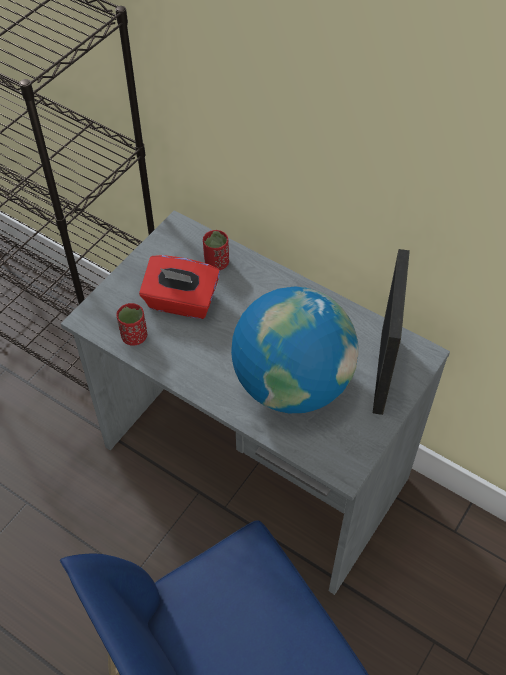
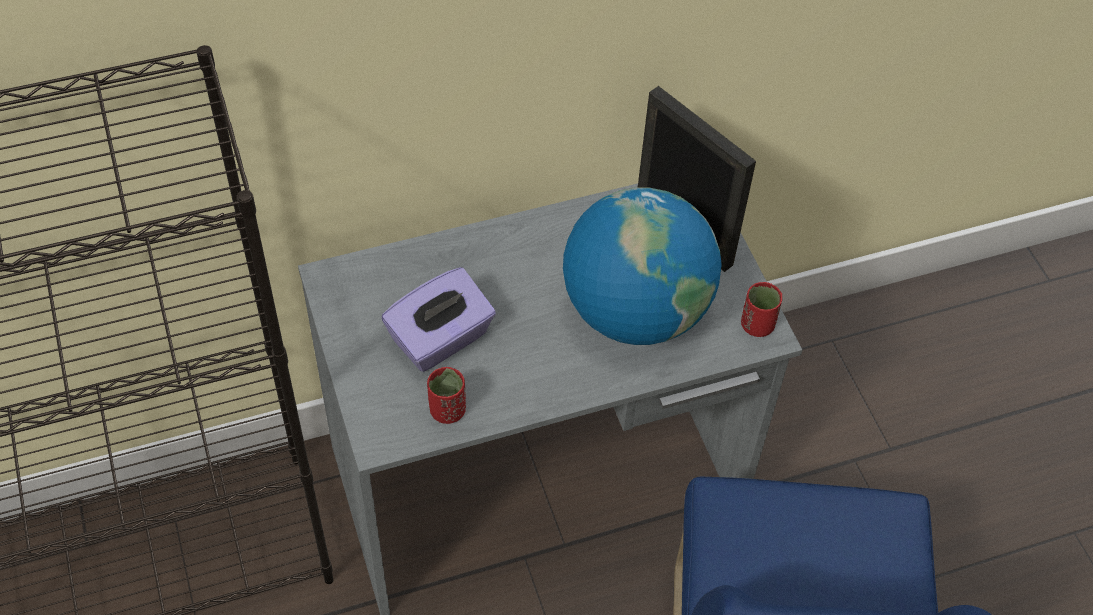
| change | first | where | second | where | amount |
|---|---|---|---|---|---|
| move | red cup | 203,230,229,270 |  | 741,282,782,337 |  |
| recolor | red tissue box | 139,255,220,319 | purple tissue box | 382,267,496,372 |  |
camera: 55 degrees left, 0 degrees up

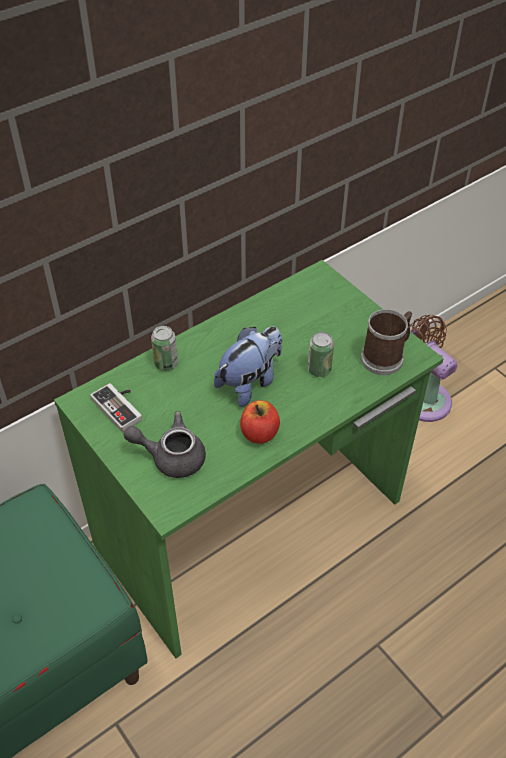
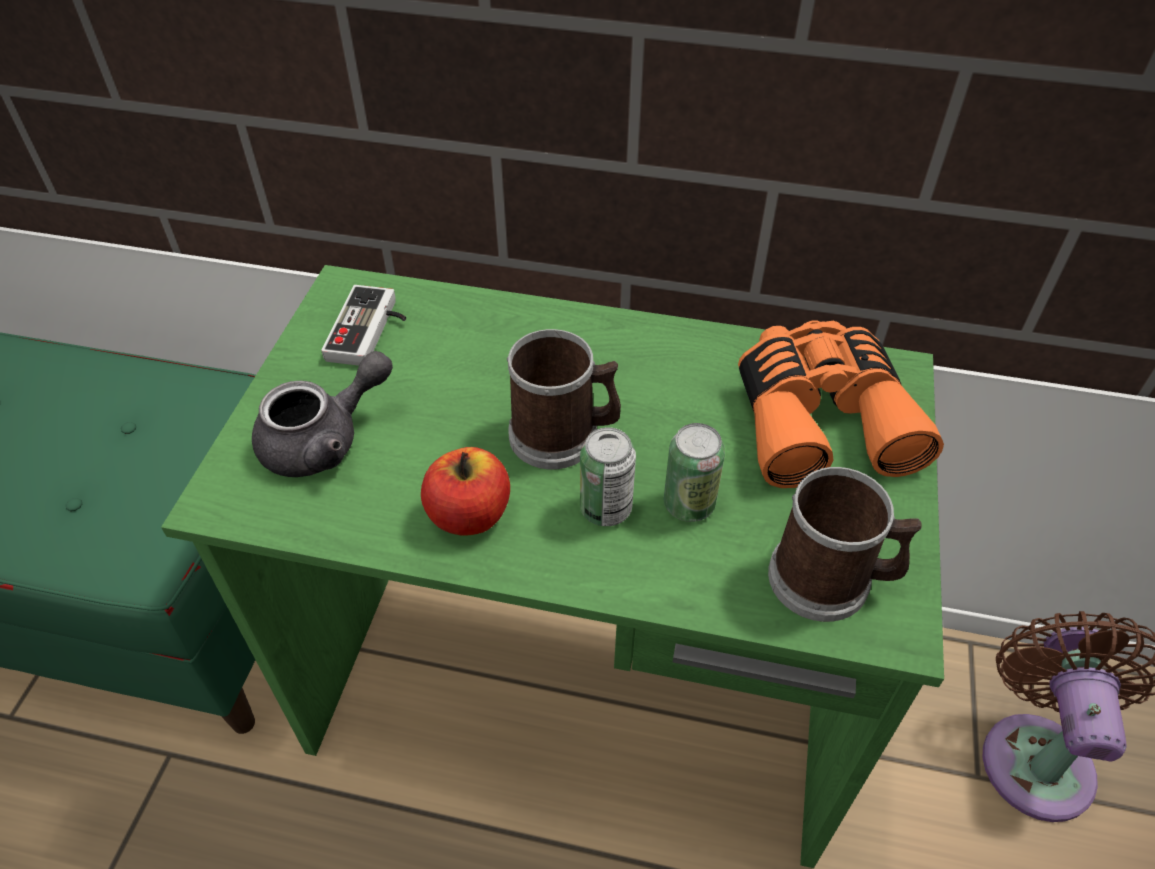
| change | first | where | second | where | amount |
|---|---|---|---|---|---|
| insert |  |  | orange binoculars | 738,320,944,488 |  |
| move | can | 151,326,178,371 |  | 580,427,636,526 |  |
| replace | plush toy | 214,327,282,407 | mug | 507,329,621,469 |  |
| rotate | grey teapot | 124,411,206,478 |  | 252,351,393,477 | 90 degrees clockwise |
camera: 50 degrees right, 0 degrees up

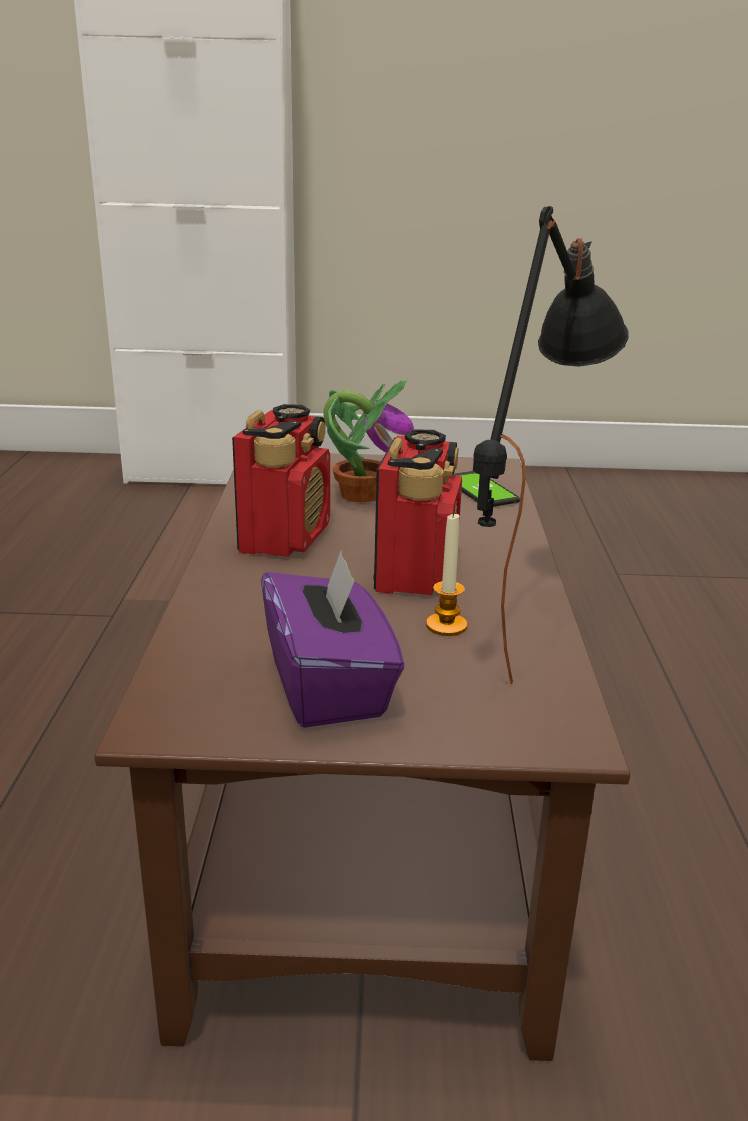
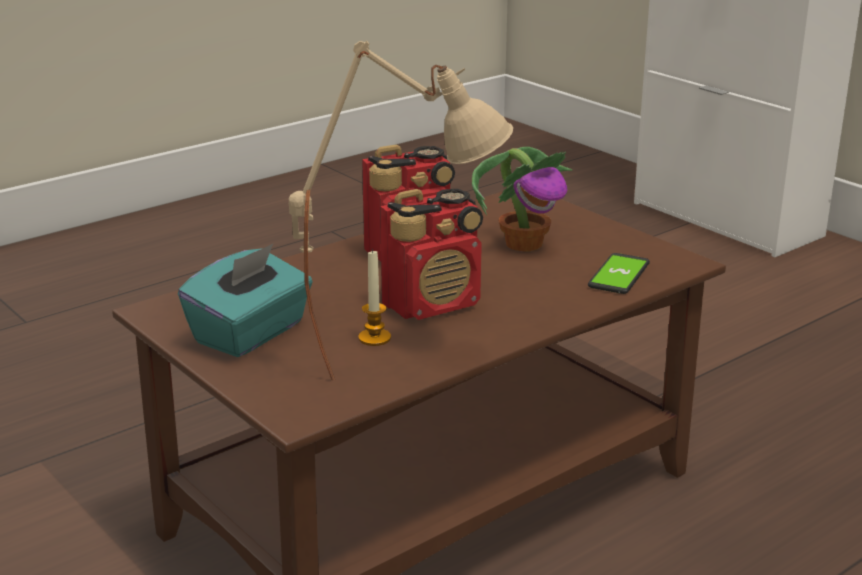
| change | first | where | second | where | amount |
|---|---|---|---|---|---|
| recolor | purple tissue box | 261,549,404,728 | turquoise tissue box | 178,244,313,357 |  |
| recolor | black table lamp | 473,206,628,684 | beige table lamp | 289,41,513,380 |  |
camera: 50 degrees right, 0 degrees up

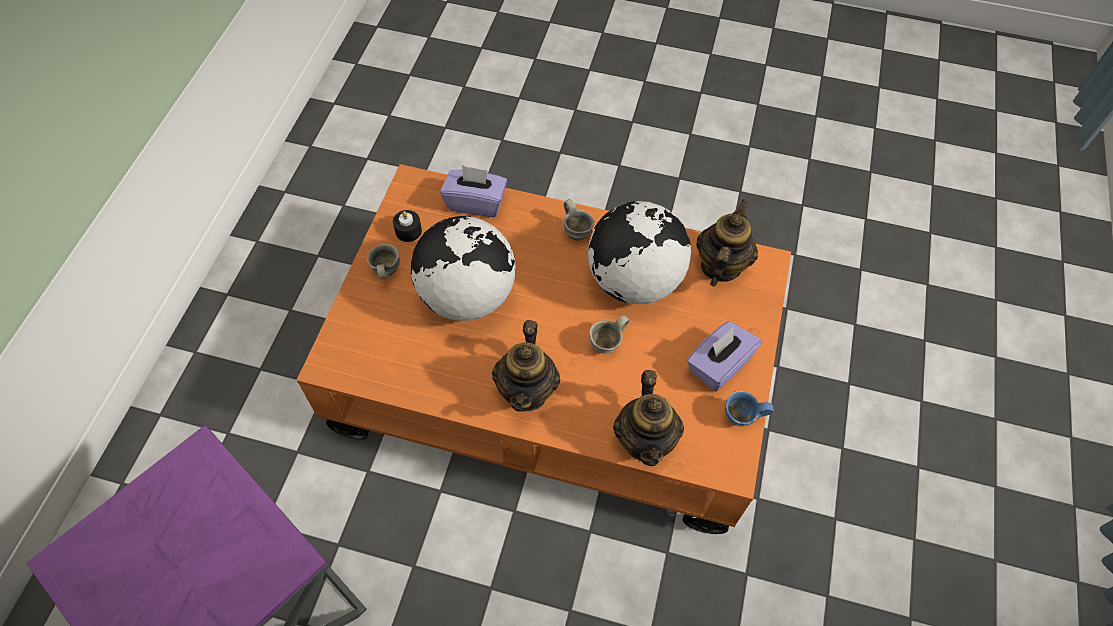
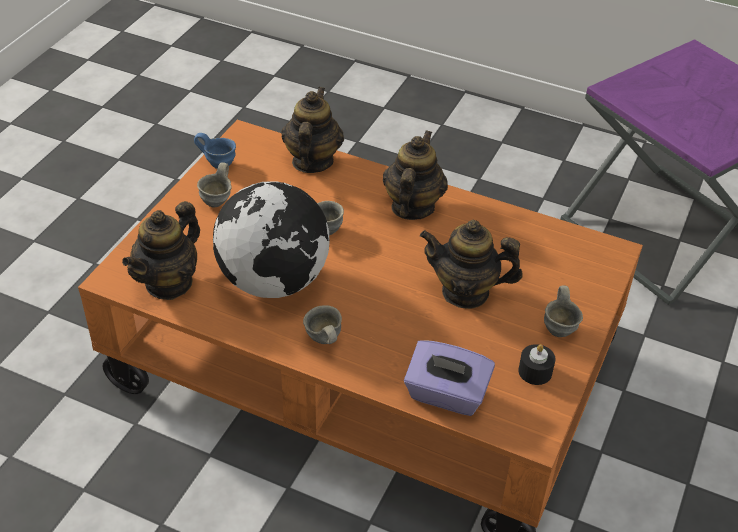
| change | first | where | second | where | amount |
|---|---|---|---|---|---|
| replace | globe | 411,216,516,321 | teapot | 420,220,523,309 |  |
| replace | purple tissue box | 687,321,762,392 | grey mug | 197,162,232,208 |  |
camera: 170 degrees left, 15 degrees down

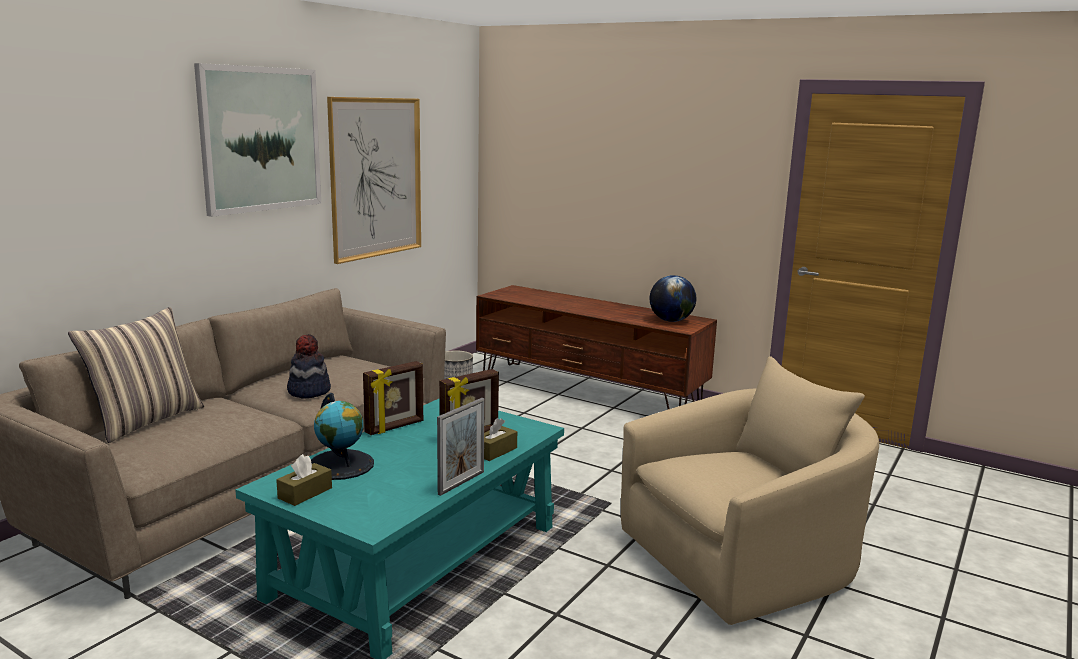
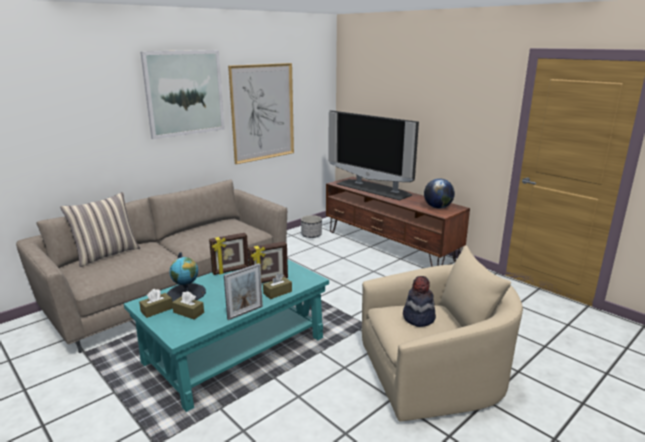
| change | first | where | second | where | amount |
|---|---|---|---|---|---|
| insert |  |  | brown tissue box | 172,291,204,320 |  |
| insert |  |  | television | 328,110,419,200 |  |
| move | hat | 287,334,331,399 |  | 403,276,436,327 |  |
camera: 15 degrees right, 5 degrees up

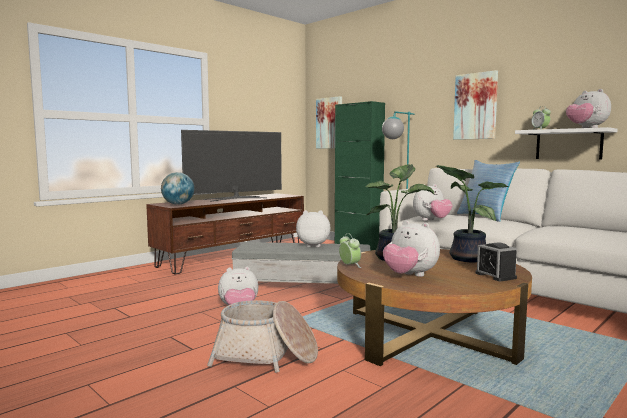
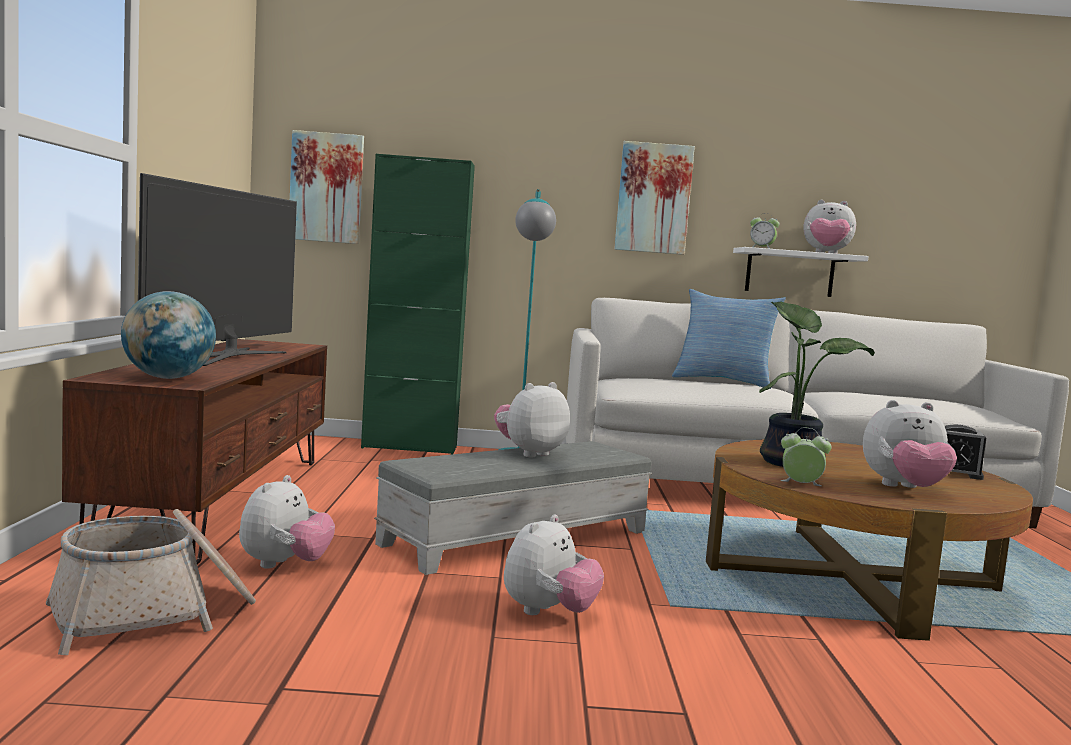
| change | first | where | second | where | amount |
|---|---|---|---|---|---|
| delete | potted plant | 436,165,508,262 |  |  |  |
| move | basket | 207,300,318,373 |  | 46,509,256,655 |  |
| move | plush toy | 413,184,453,221 |  | 239,475,335,569 |  |
camera: 45 degrees left, 0 degrees up

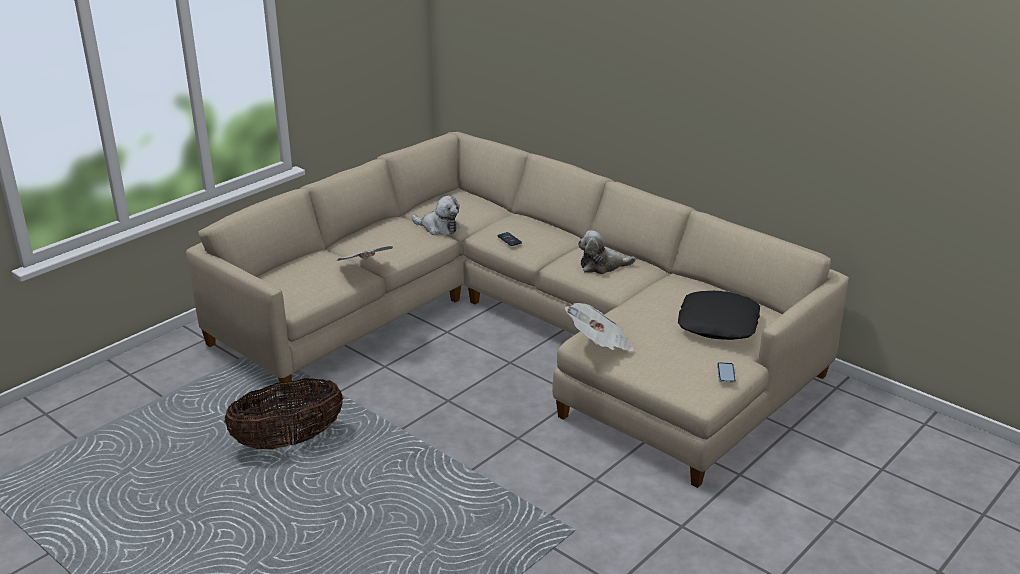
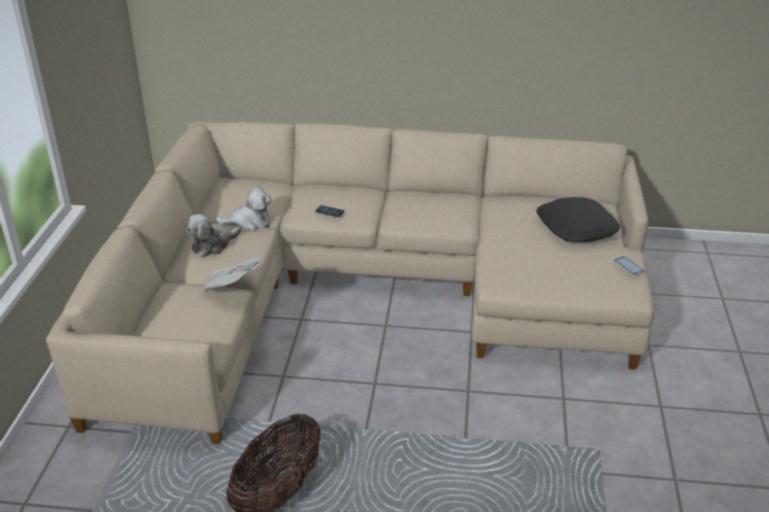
| change | first | where | second | where | amount |
|---|---|---|---|---|---|
| delete | newspaper | 565,303,634,351 |  |  |  |
| move | plush toy | 578,230,636,274 |  | 187,214,241,257 |  |
camera: 35 degrees left, 5 degrees up

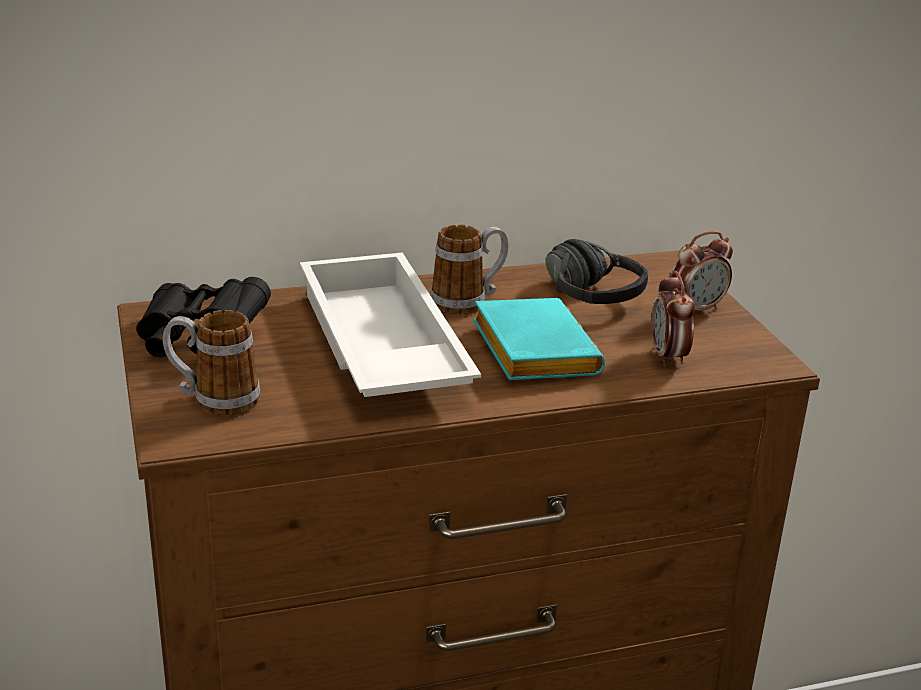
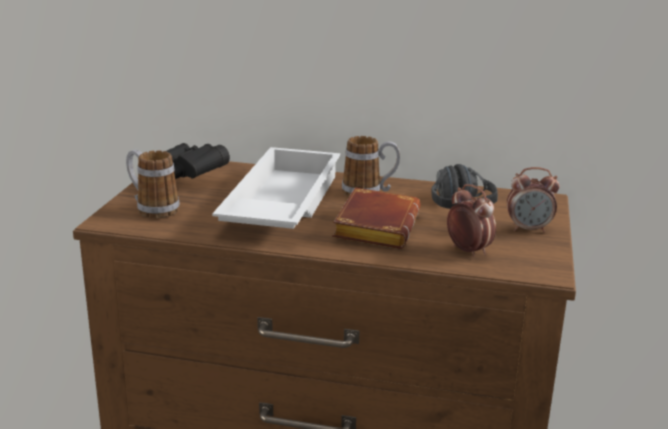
| change | first | where | second | where | amount |
|---|---|---|---|---|---|
| recolor | turquoise book | 473,298,605,380 | brown book | 332,187,420,249 |  |
| rotate | alarm clock | 651,271,695,367 |  | 447,184,496,257 | 120 degrees clockwise |
camera: 30 degrees right, 5 degrees down

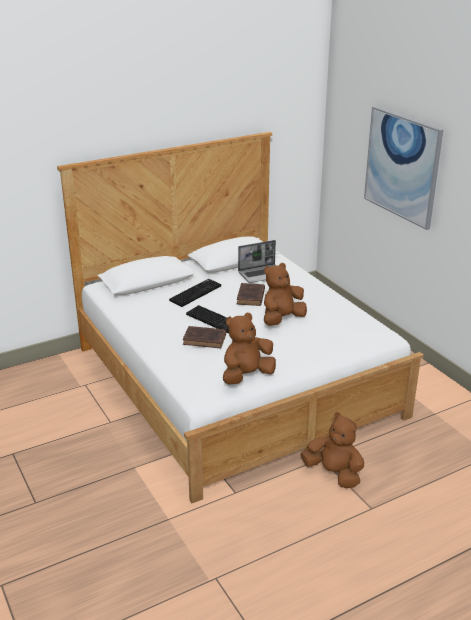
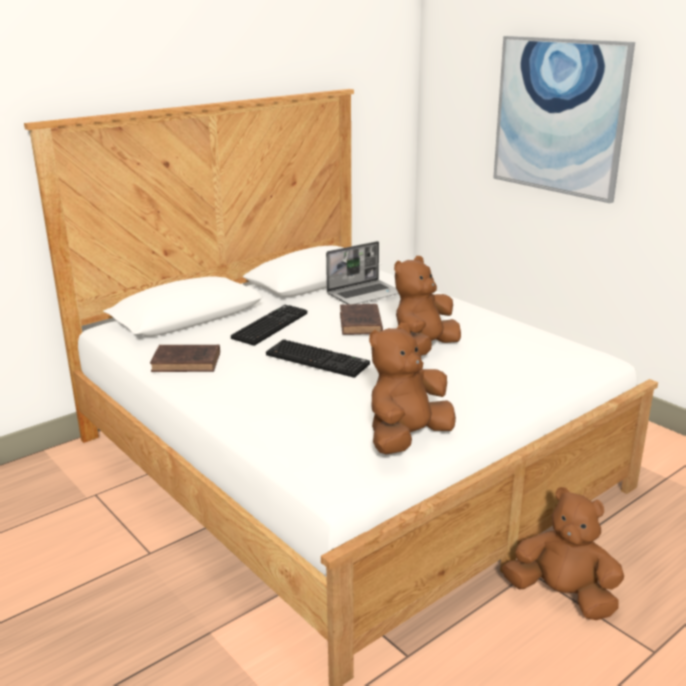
| change | first | where | second | where | amount |
|---|---|---|---|---|---|
| move | brown book | 183,326,226,349 |  | 150,345,220,372 |  |
camera: 10 degrees left, 5 degrees down

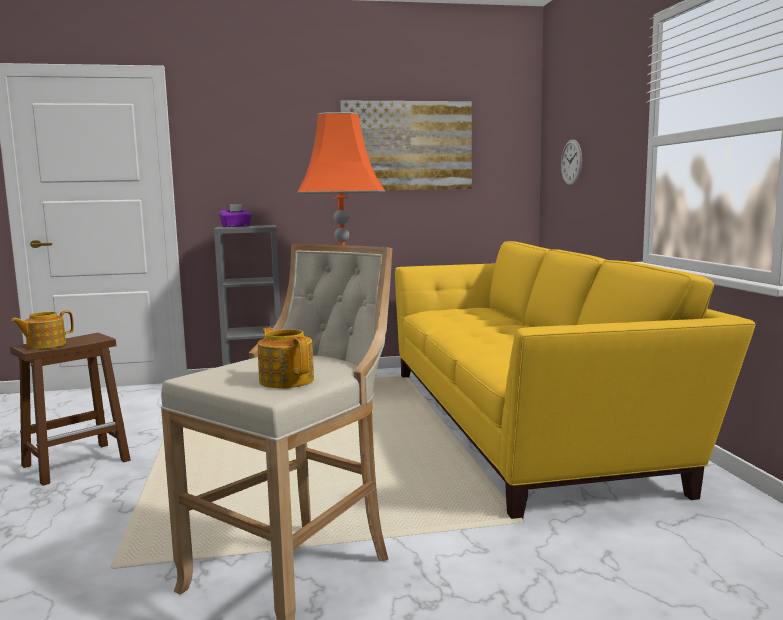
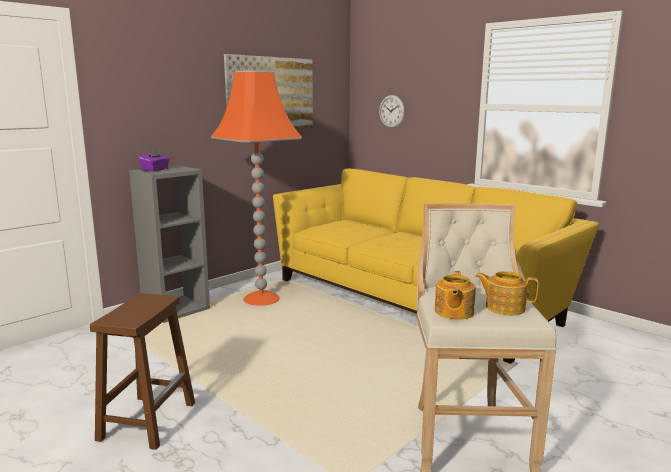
| change | first | where | second | where | amount |
|---|---|---|---|---|---|
| move | teapot | 11,311,74,349 |  | 435,271,476,320 |  |
camera: 35 degrees left, 5 degrees up

